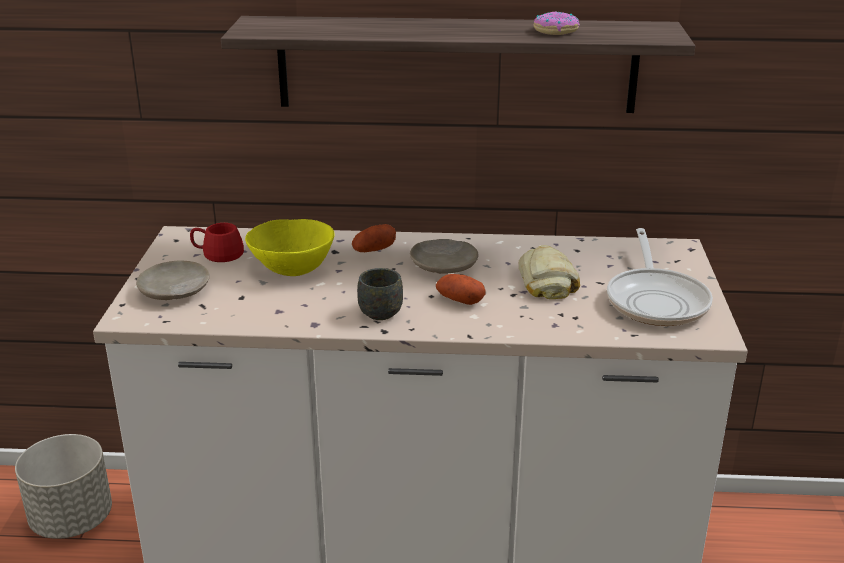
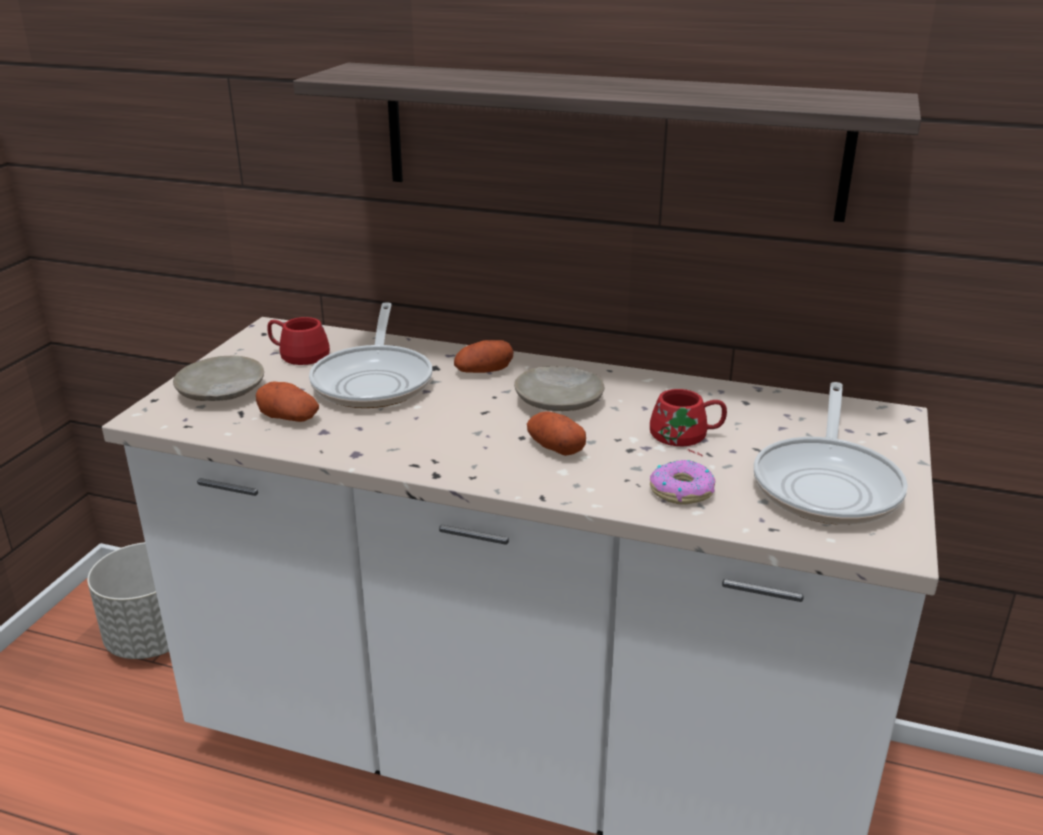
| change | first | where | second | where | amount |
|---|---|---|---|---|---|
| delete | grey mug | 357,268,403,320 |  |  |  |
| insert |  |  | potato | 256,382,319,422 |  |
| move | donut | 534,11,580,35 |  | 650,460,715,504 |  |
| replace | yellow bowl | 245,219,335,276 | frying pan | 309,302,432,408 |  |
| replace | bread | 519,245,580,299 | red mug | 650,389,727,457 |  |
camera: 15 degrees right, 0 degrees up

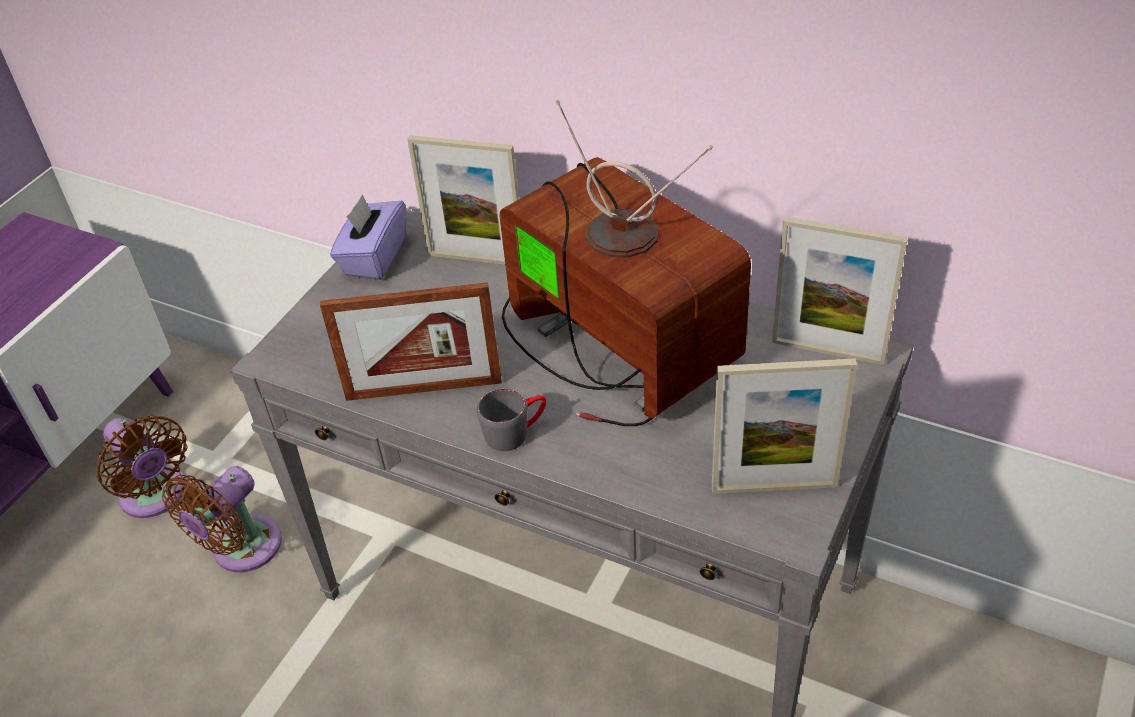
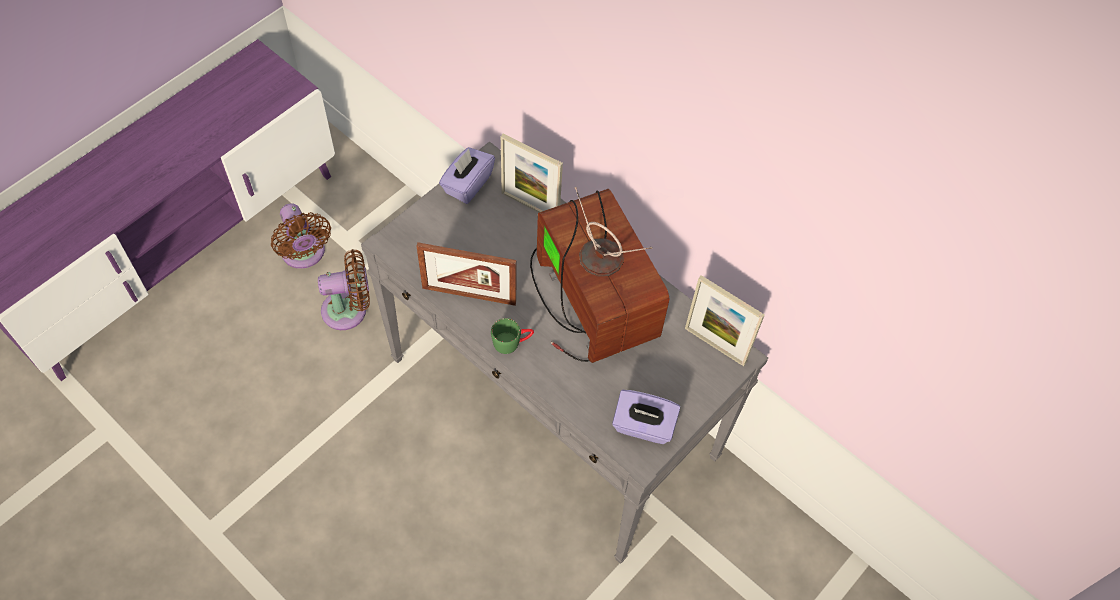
| change | first | where | second | where | amount |
|---|---|---|---|---|---|
| replace | picture frame | 712,358,857,494 | purple tissue box | 612,390,680,444 |  |
| recolor | grey mug | 477,388,546,451 | green mug | 491,318,534,354 |  |
| rotate | brown fan | 162,466,282,572 |  | 318,249,370,330 | 150 degrees counterclockwise |
camera: 10 degrees right, 15 degrees up

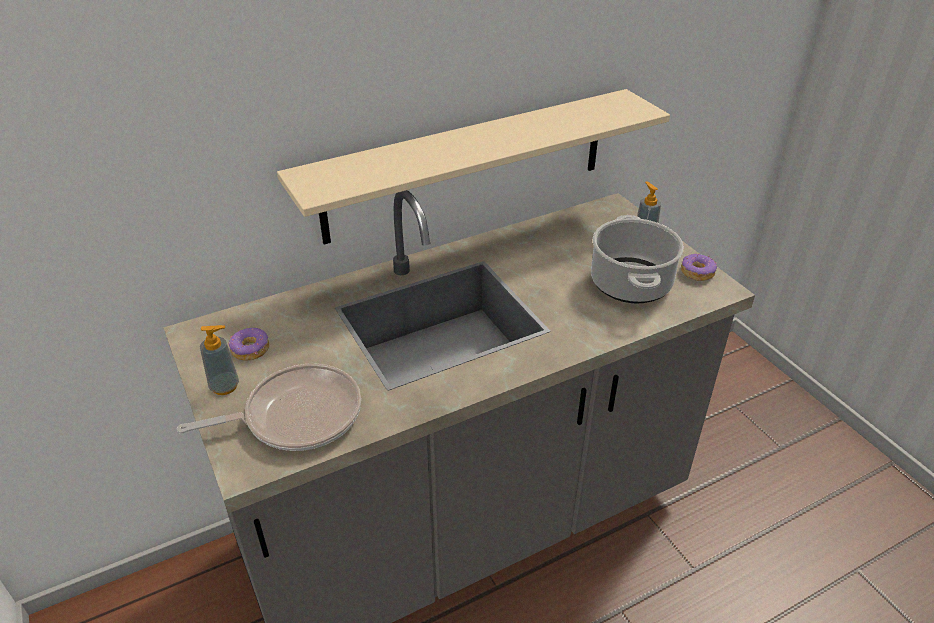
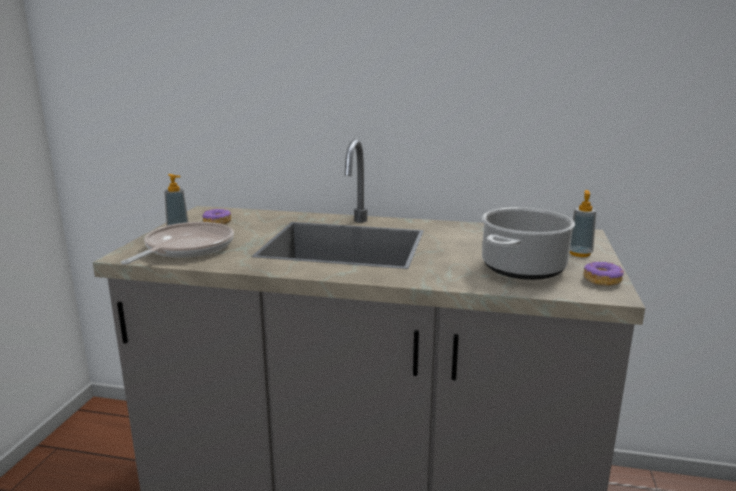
| change | first | where | second | where | amount |
|---|---|---|---|---|---|
| delete | beige shelf | 277,89,670,244 |  |  |  |
| rotate | frying pan | 177,364,361,451 |  | 121,222,234,265 | 90 degrees counterclockwise |
camera: 40 degrees right, 20 degrees down

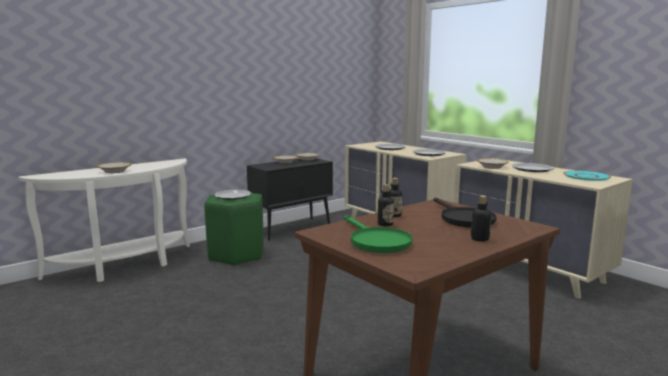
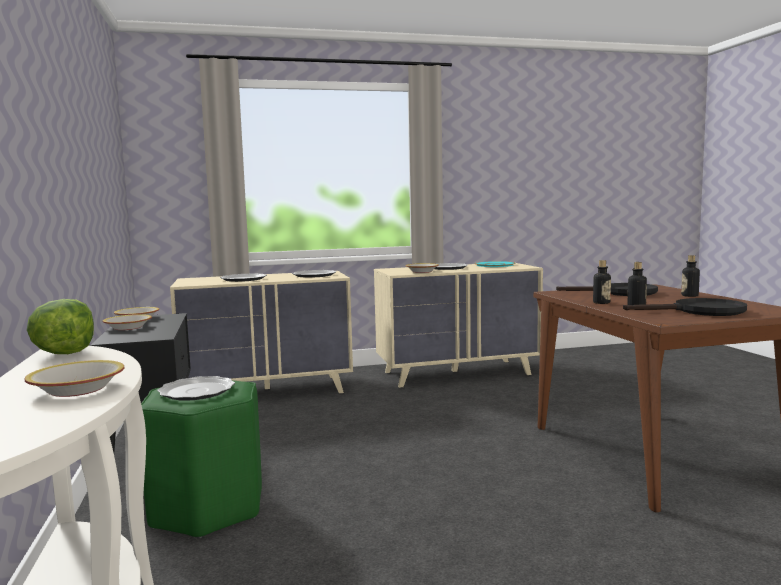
| change | first | where | second | where | amount |
|---|---|---|---|---|---|
| insert |  |  | lettuce | 27,299,94,354 |  |
| recolor | green frying pan | 344,215,413,253 | black frying pan | 623,298,747,316 |  |
camera: 65 degrees left, 5 degrees down

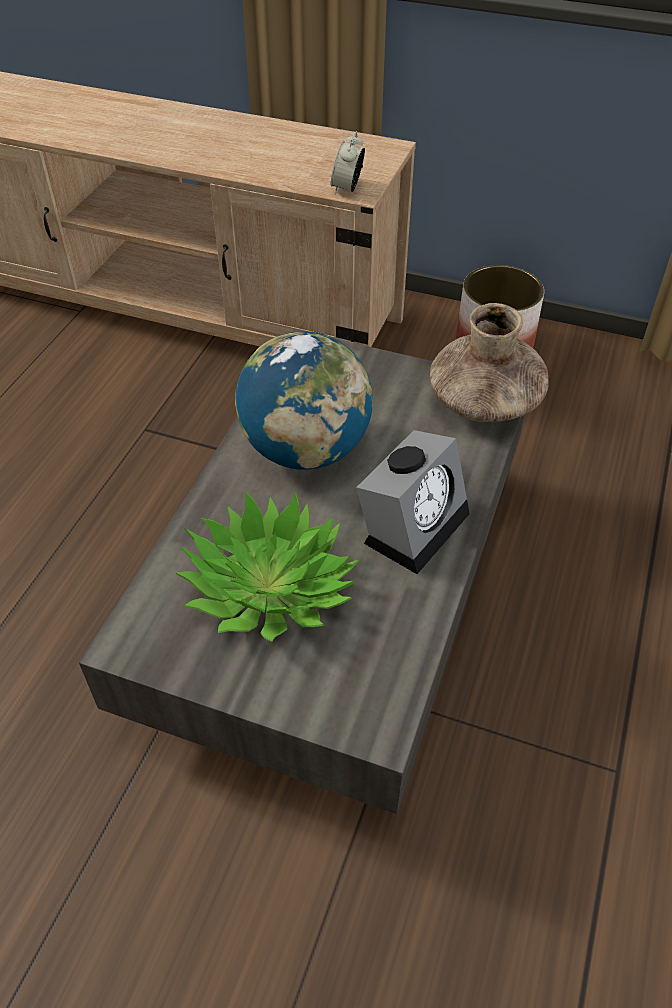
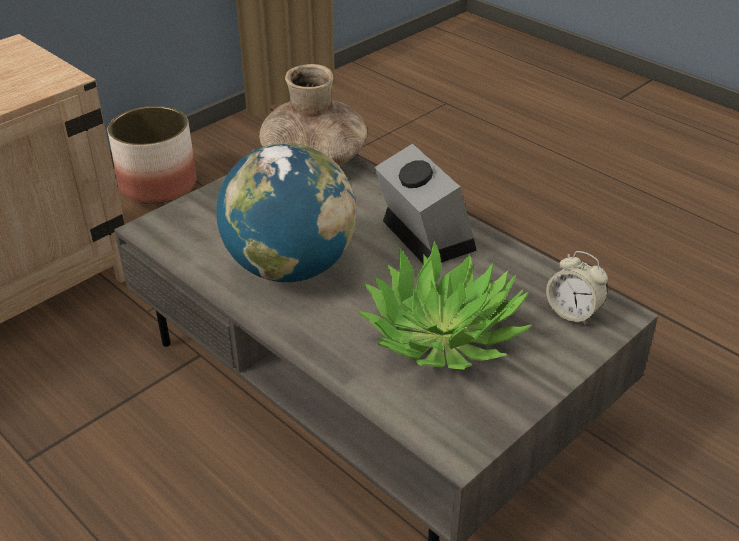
| change | first | where | second | where | amount |
|---|---|---|---|---|---|
| move | alarm clock | 331,131,365,194 |  | 546,251,608,326 |  |
camera: 65 degrees left, 10 degrees down

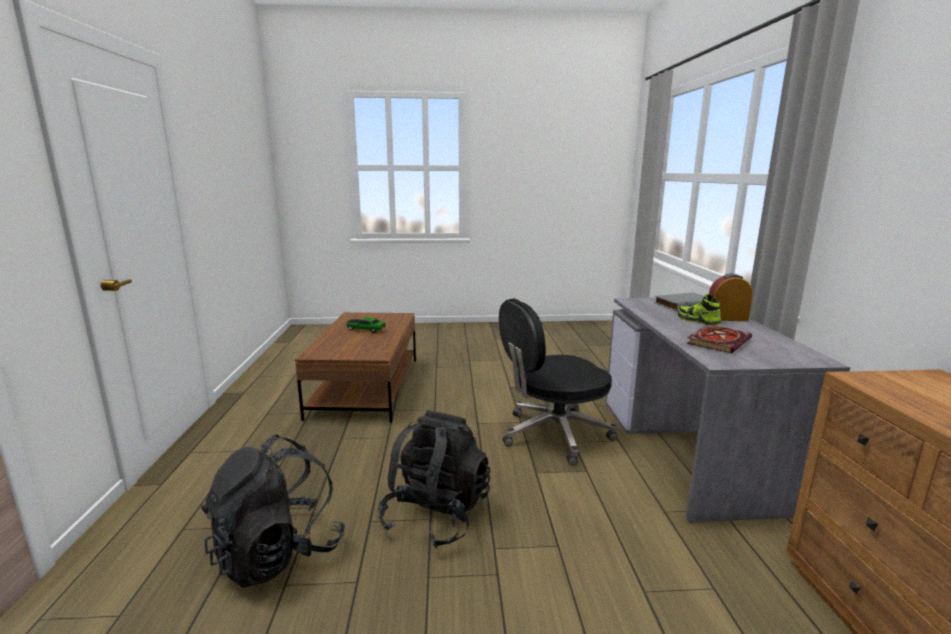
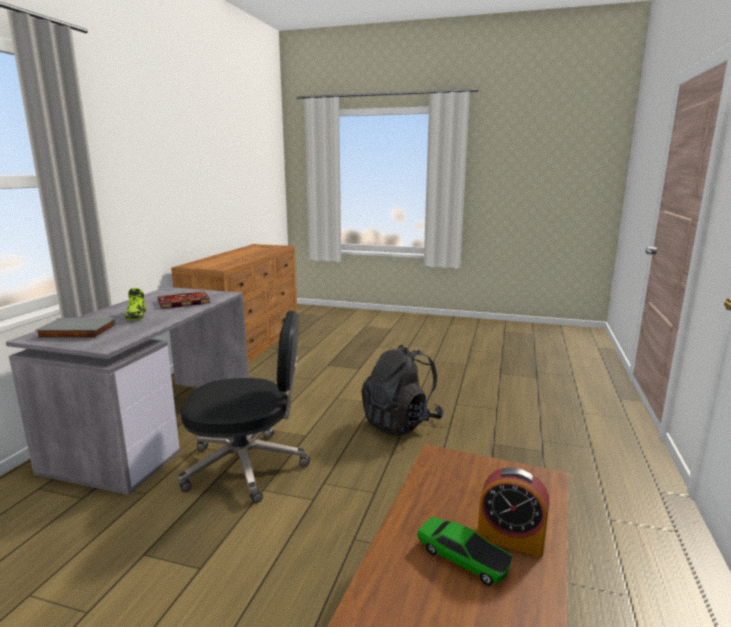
| change | first | where | second | where | amount |
|---|---|---|---|---|---|
| delete | black backpack | 201,434,345,588 |  |  |  |
| move | alarm clock | 709,273,753,321 |  | 477,467,549,558 |  |
camera: 160 degrees left, 0 degrees up

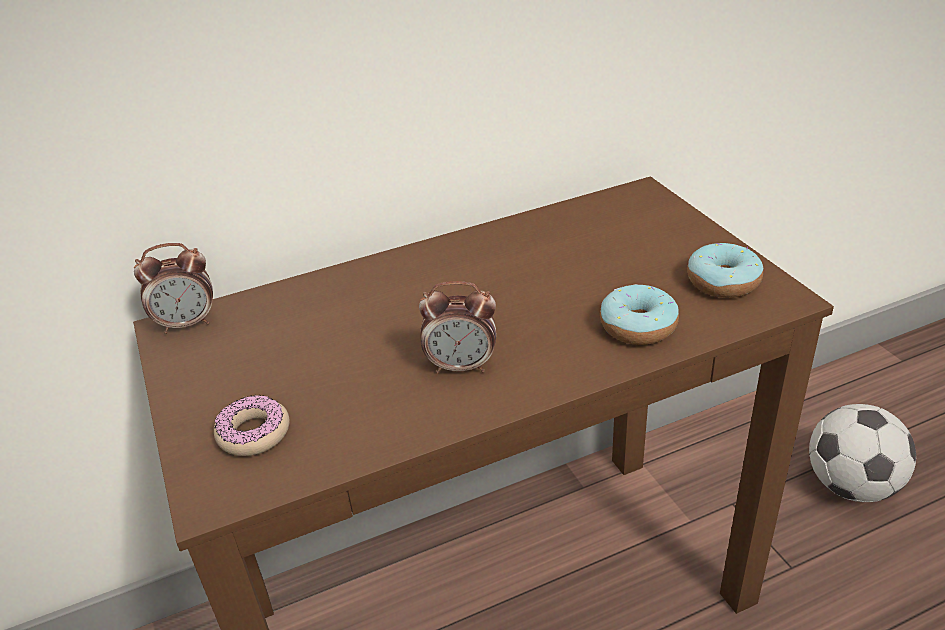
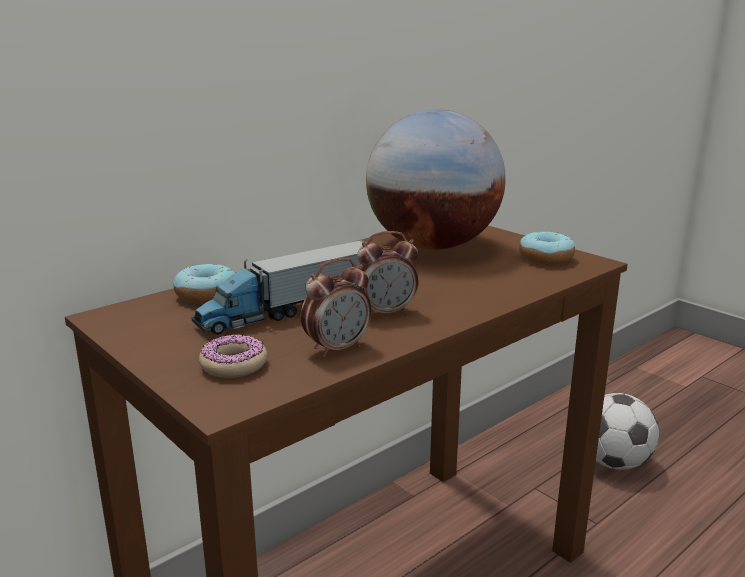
| change | first | where | second | where | amount |
|---|---|---|---|---|---|
| insert |  |  | toy truck | 191,240,367,335 |  |
| insert |  |  | globe | 366,109,506,250 |  |
| move | alarm clock | 134,243,213,334 |  | 301,258,371,358 |  |
| move | donut | 600,284,679,345 |  | 173,264,235,304 |  |
camera: 20 degrees left, 15 degrees down

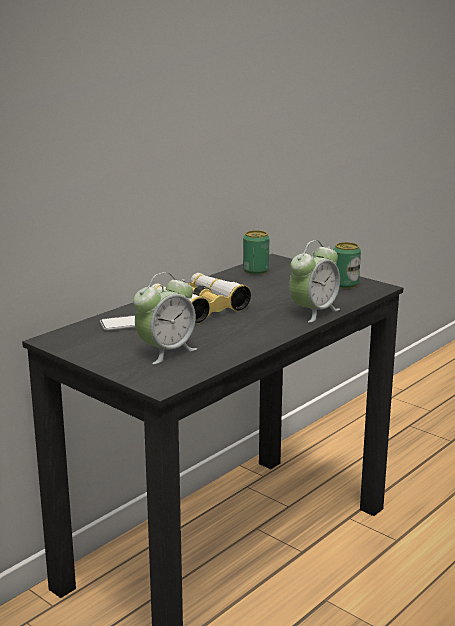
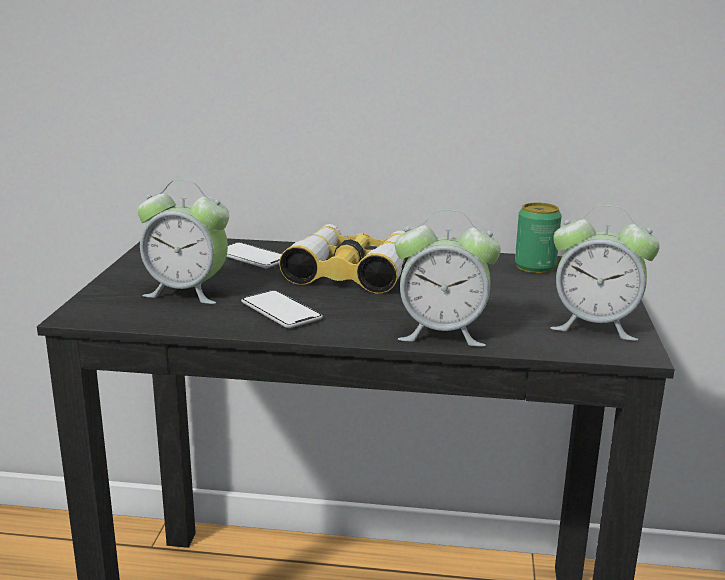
| change | first | where | second | where | amount |
|---|---|---|---|---|---|
| insert |  |  | phone | 241,290,323,328 |  |
| replace | can | 333,242,361,289 | alarm clock | 551,205,660,341 |  |
camera: 55 degrees right, 0 degrees up

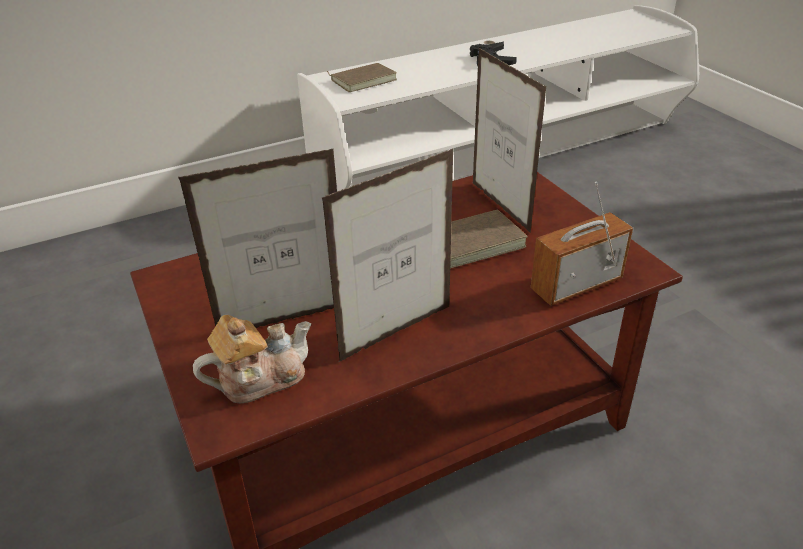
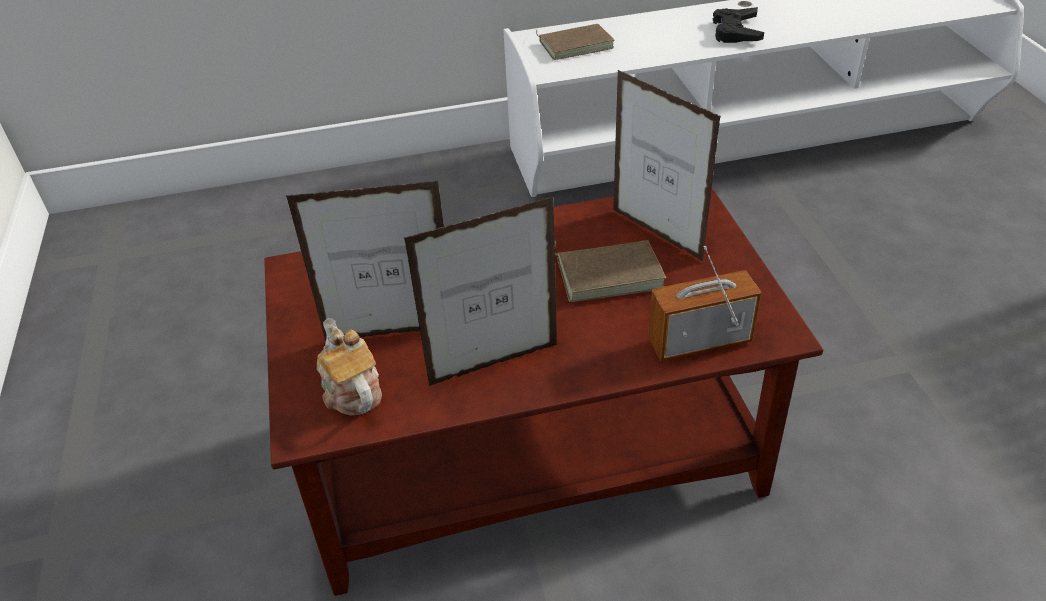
| change | first | where | second | where | amount |
|---|---|---|---|---|---|
| rotate | teapot | 193,315,312,403 |  | 317,318,382,416 | 105 degrees counterclockwise |
| rotate | picture frame | 472,47,546,233 |  | 613,70,721,262 | 150 degrees clockwise |
camera: 15 degrees right, 5 degrees up

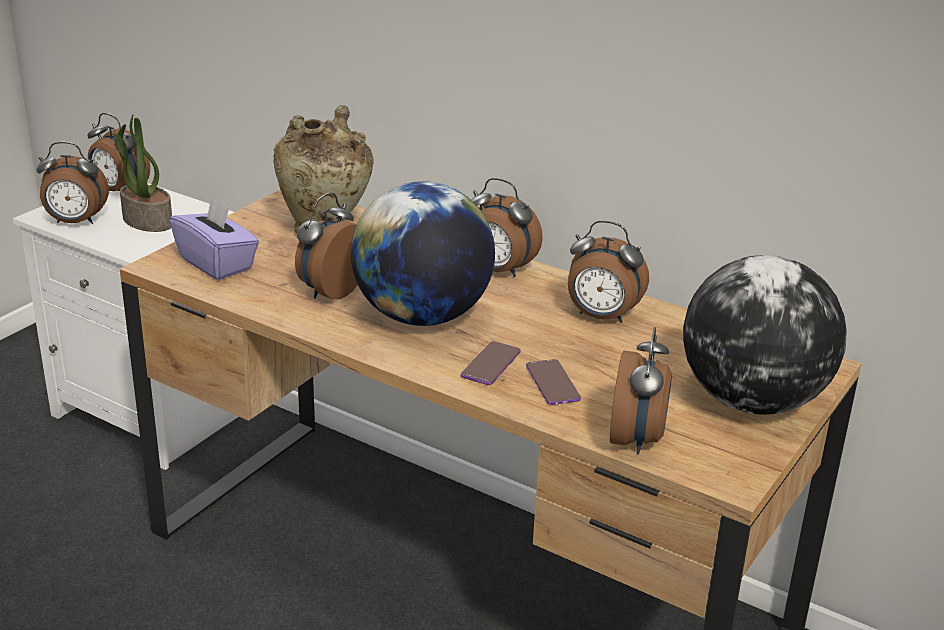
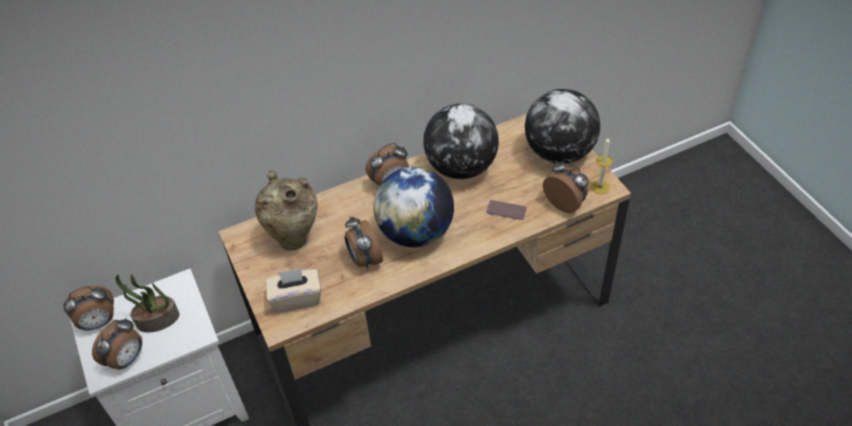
| change | first | where | second | where | amount |
|---|---|---|---|---|---|
| delete | phone | 461,341,521,385 |  |  |  |
| insert |  |  | candle | 591,138,613,194 |  |
| replace | alarm clock | 568,220,649,323 | globe | 423,104,499,179 |  |
| recolor | purple tissue box | 170,196,259,280 | beige tissue box | 266,269,321,313 |  |
camera: 55 degrees left, 20 degrees up

